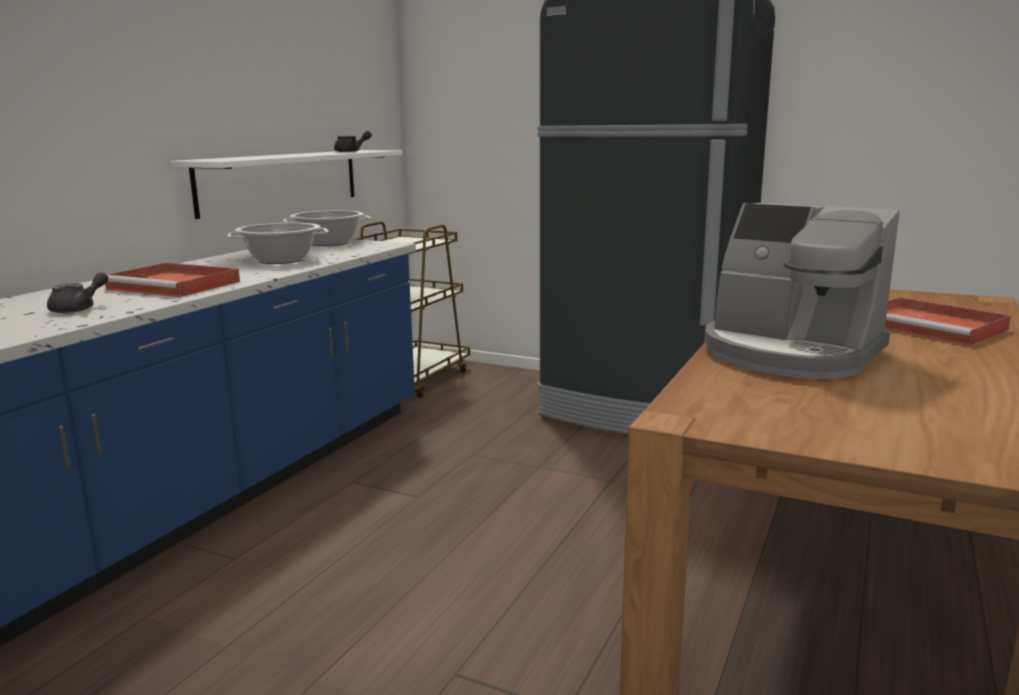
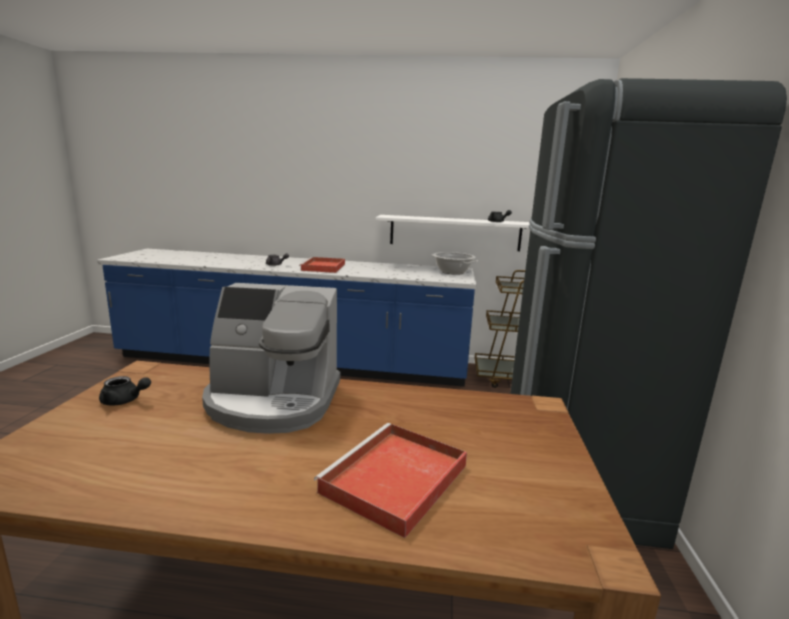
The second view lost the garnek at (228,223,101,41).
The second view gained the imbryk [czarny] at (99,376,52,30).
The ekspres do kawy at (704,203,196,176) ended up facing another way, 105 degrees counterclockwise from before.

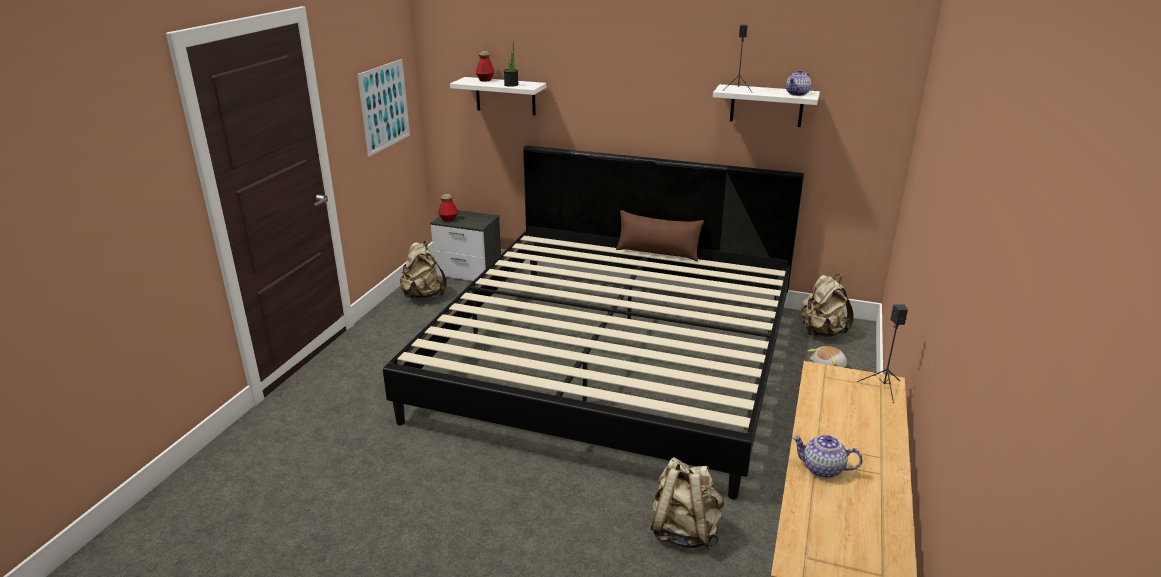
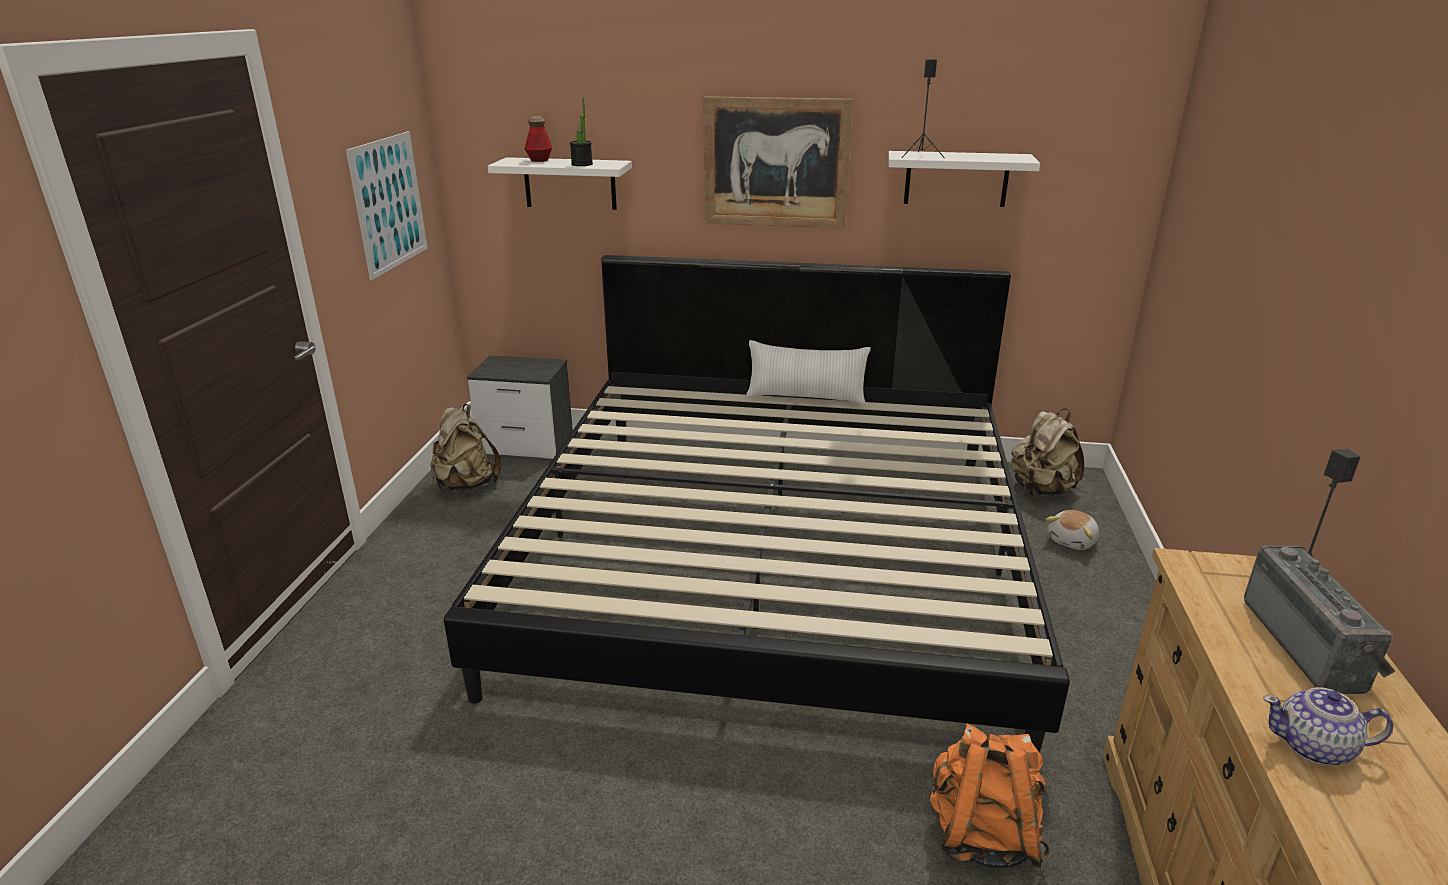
The second view lost the butelka at (438,194,20,27).
The second view lost the imbryk at (786,70,25,26).
The second view gained the obraz at (703,96,150,133).
The second view gained the radio at (1244,546,151,148).
What was the poduszka [brązowy] at (616,210,88,51) turned into the poduszka [biały] at (746,340,125,65).
What was the plecak [beżowy] at (651,457,73,92) turned into the plecak [pomarańczowy] at (930,723,120,146).

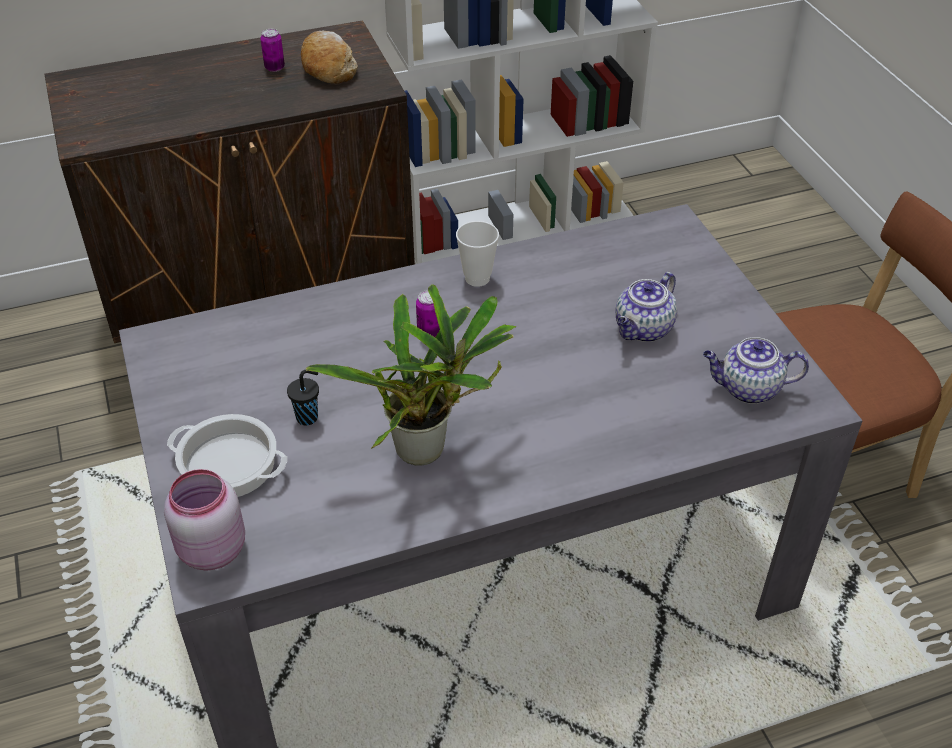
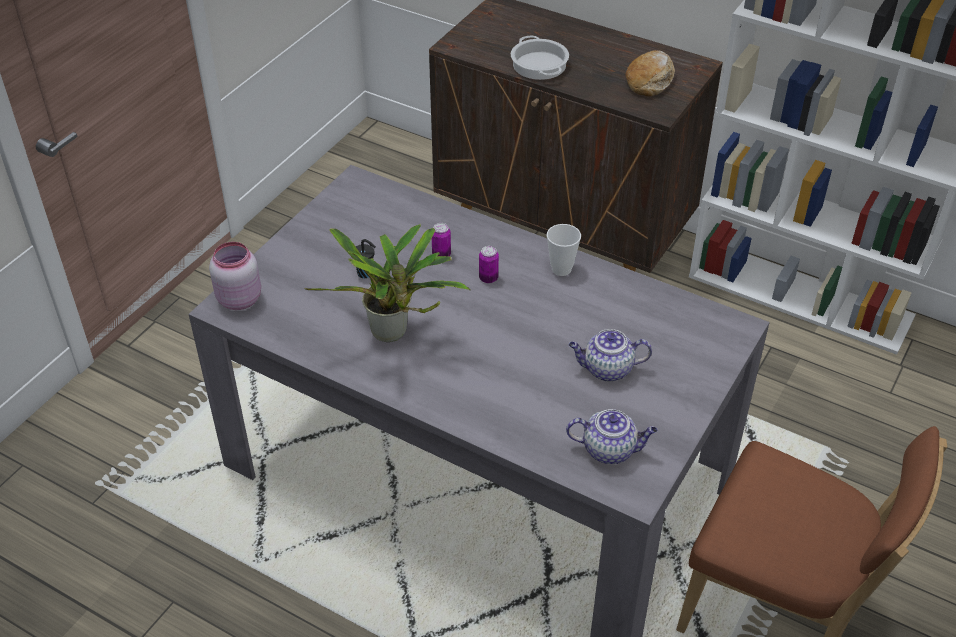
The garnek ended up elsewhere, having gone from (167,414,120,83) to (511,35,58,45).
The puszka ended up elsewhere, having gone from (261,29,24,43) to (432,223,19,34).
The imbryk at (703,337,106,67) ended up facing another way, 135 degrees clockwise from before.

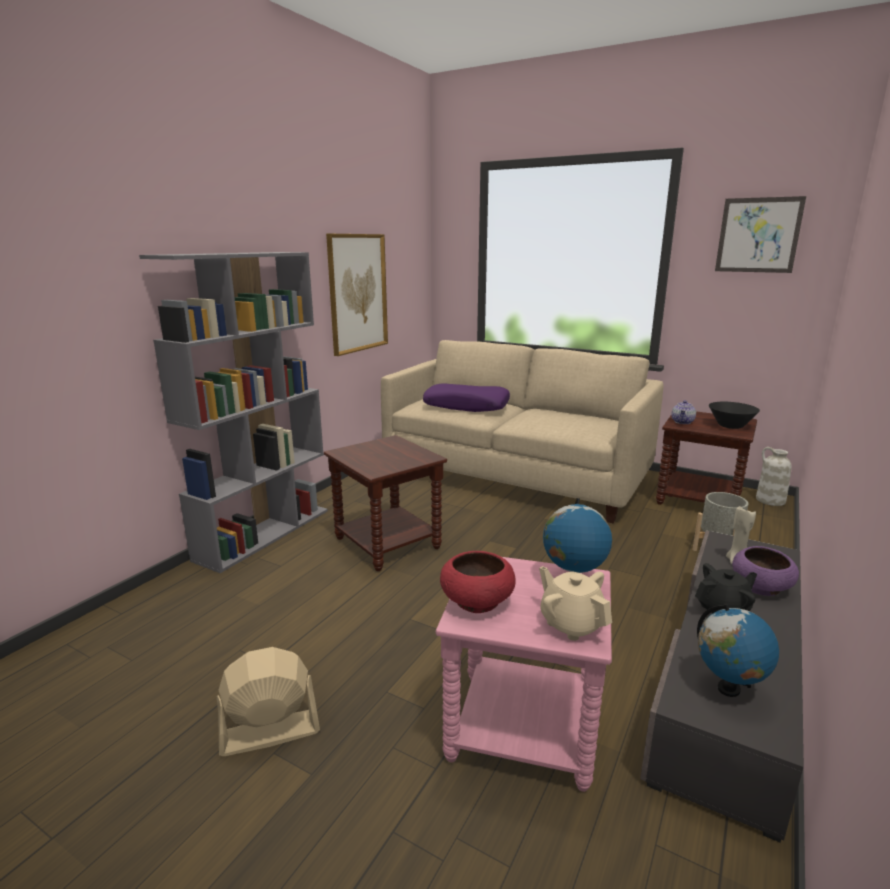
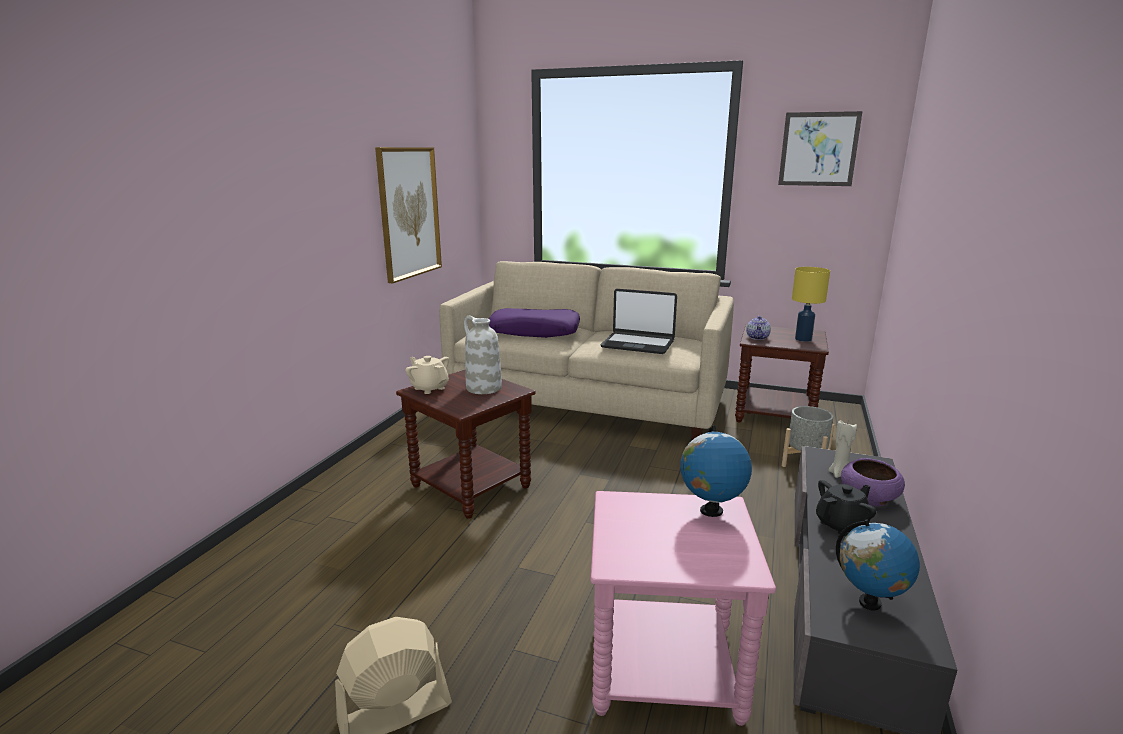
The second view lost the regał [szary] at (139,252,189,321).
The second view lost the miska [czerwony] at (440,551,76,62).
The second view gained the laptop at (600,289,77,65).
The imbryk [beżowy] ended up elsewhere, having gone from (539,566,73,75) to (405,356,44,38).
The wazon [biały] ended up elsewhere, having gone from (756,447,35,59) to (464,316,38,78).
Where the miska [czarny] stood at (709,402,51,27), the lampa stołowa [żółty] came to stand at (792,267,38,75).

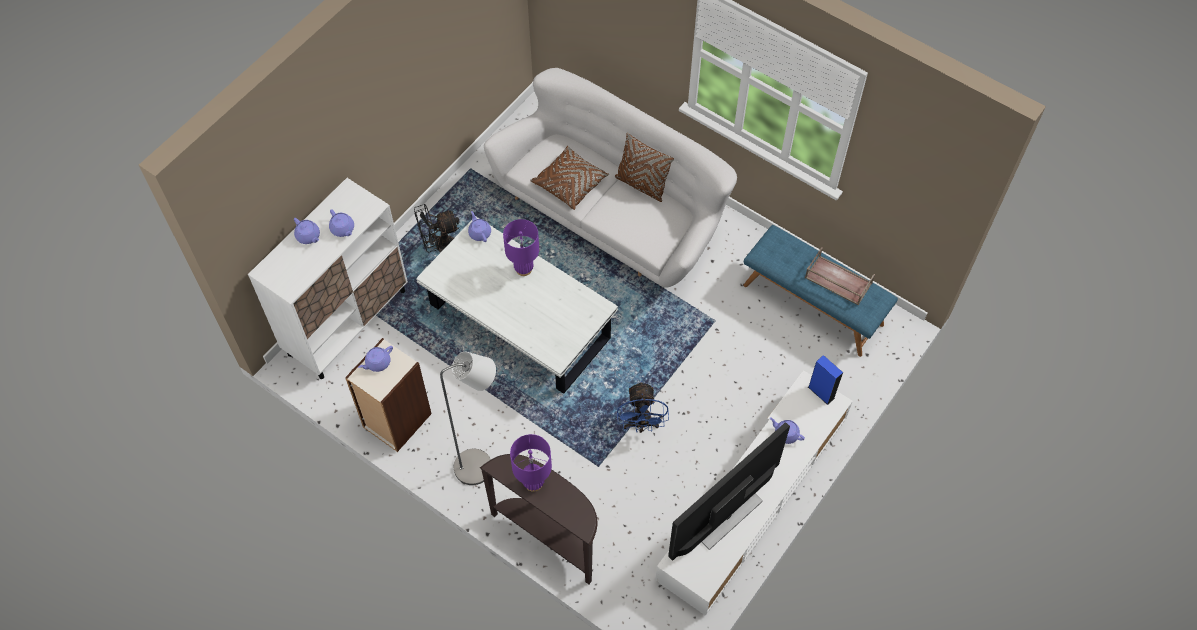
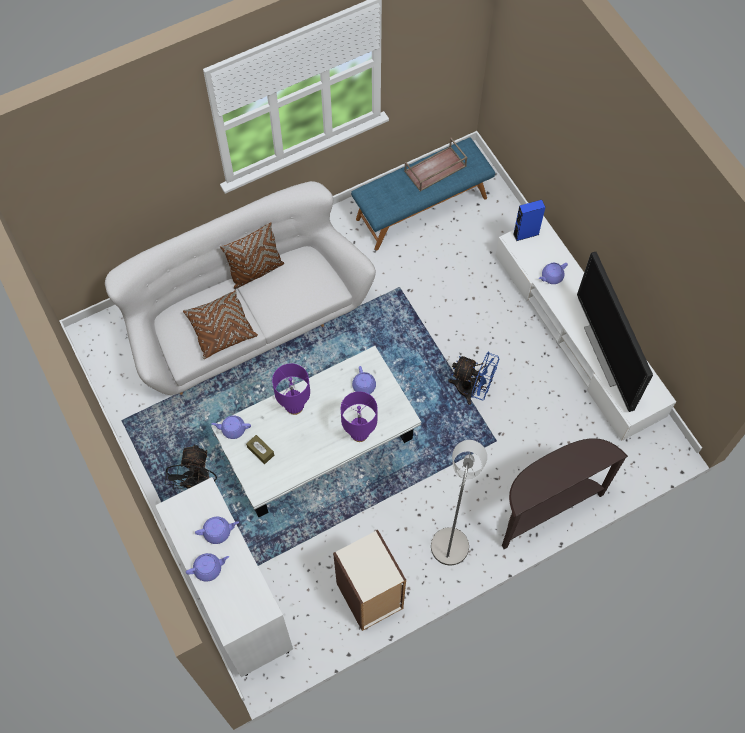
The second view gained the pudełko chusteczek [brązowy] at (246,435,28,29).
The imbryk [fioletowy] ended up elsewhere, having gone from (358,346,35,26) to (352,366,24,28).
The lampa stołowa [fioletowy] ended up elsewhere, having gone from (510,434,42,58) to (341,391,37,51).

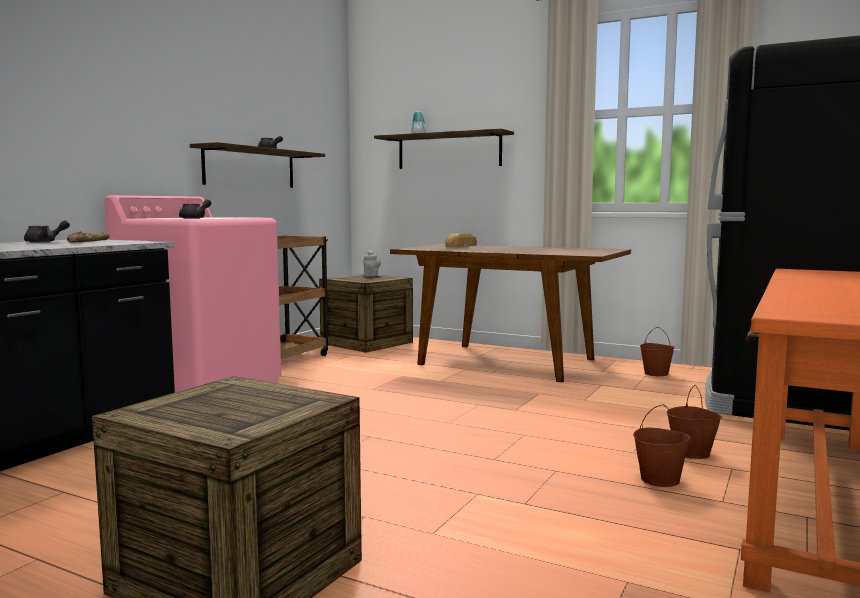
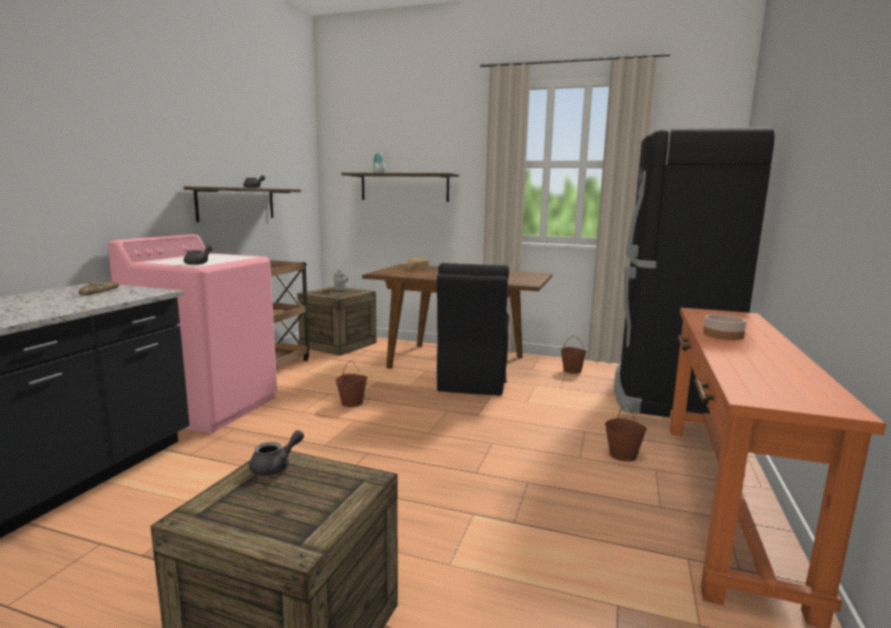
The second view gained the krzesło [czarny] at (437,263,72,133).
The second view gained the miska at (703,314,43,26).
The imbryk [szary] ended up elsewhere, having gone from (24,220,46,23) to (249,430,55,45).
The wiadro [brązowy] ended up elsewhere, having gone from (633,404,57,83) to (335,361,33,46).

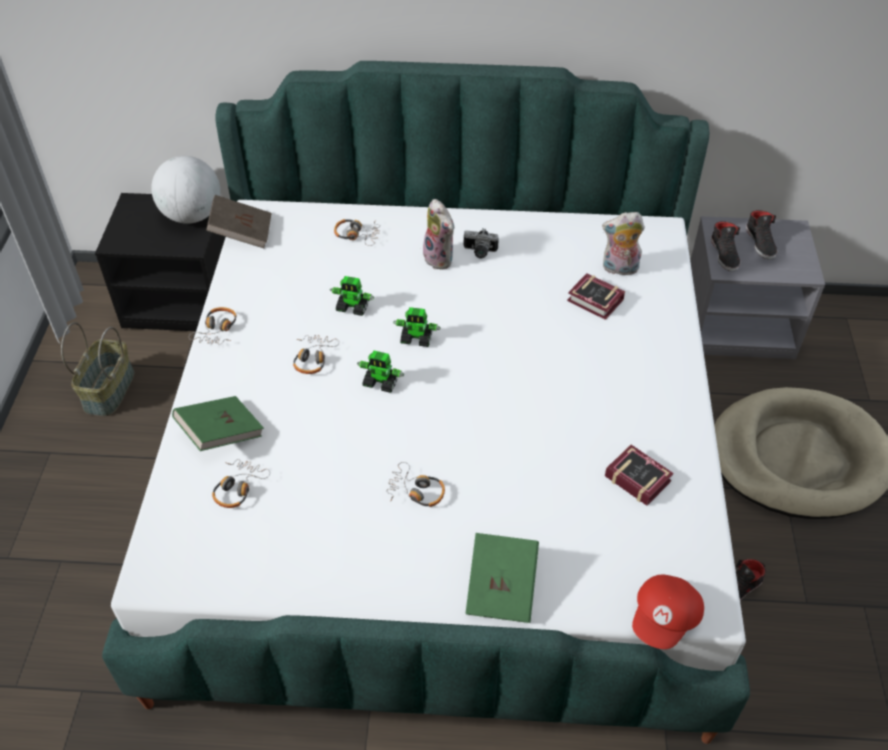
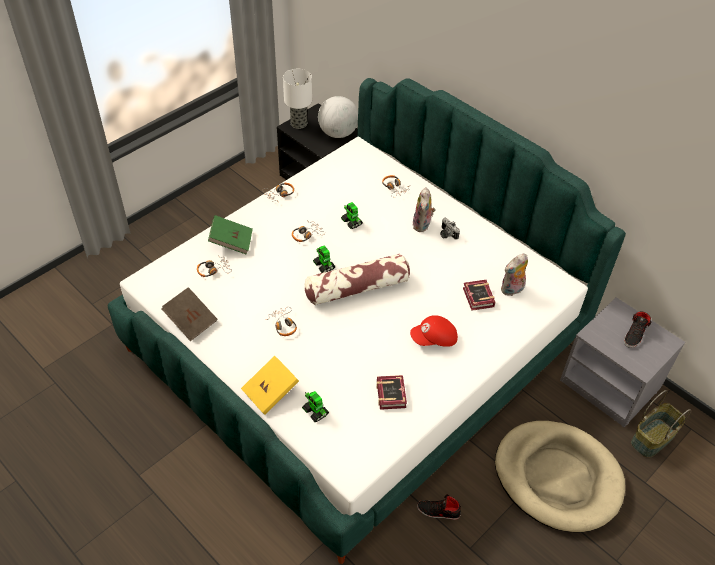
The second view lost the but [czarny] at (711,221,29,50).
The second view gained the lampa stołowa at (283,69,29,60).
The second view gained the poduszka at (304,253,106,52).
The koszyk ended up elsewhere, having gone from (61,322,73,94) to (631,390,60,68).
The książka [brązowy] ended up elsewhere, having gone from (206,195,66,53) to (162,287,56,54).
The robot zabawkowy ended up elsewhere, having gone from (393,307,47,40) to (302,391,27,31).
The czapka z daszkiem [czerwony] ended up elsewhere, having gone from (632,575,72,74) to (410,315,48,32).
What was the książka [zielony] at (466,533,73,90) turned into the książka [żółty] at (241,355,58,60).
The pluszak at (602,212,43,63) ended up facing another way, 75 degrees counterclockwise from before.

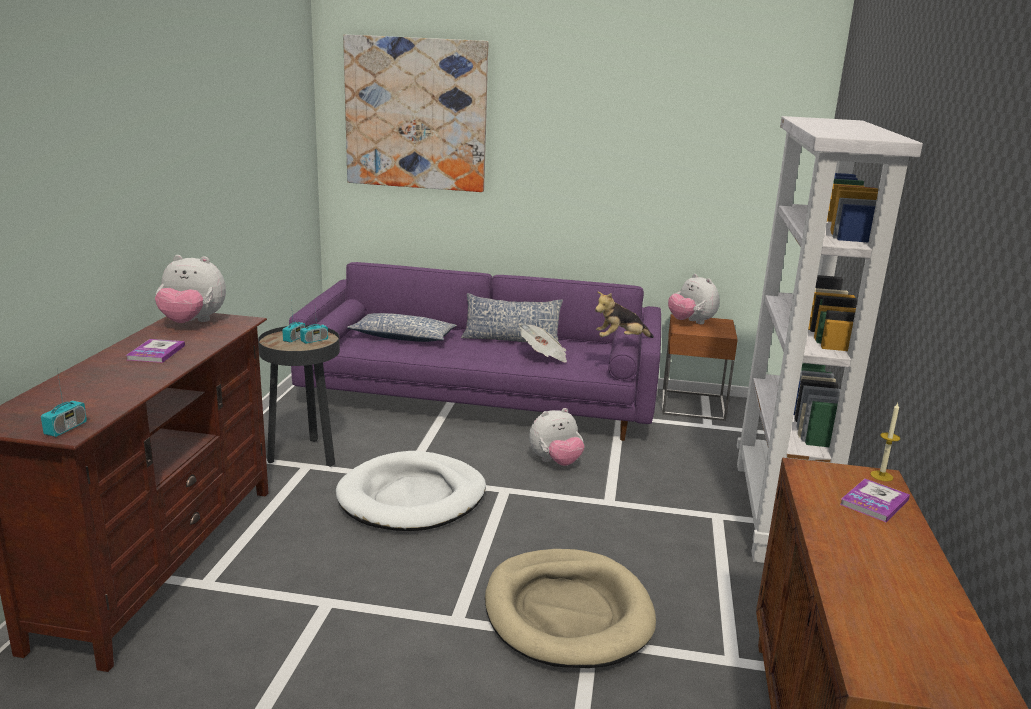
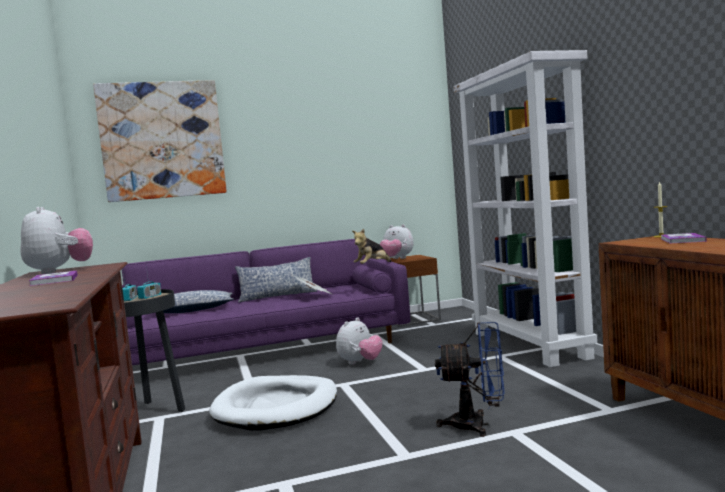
The second view lost the radio at (41,370,46,67).
Where the legowisko [beżowy] stood at (485,549,171,119), the wentylator [niebieski] came to stand at (435,322,70,115).
The pluszak at (155,255,71,68) ended up facing another way, 90 degrees counterclockwise from before.

